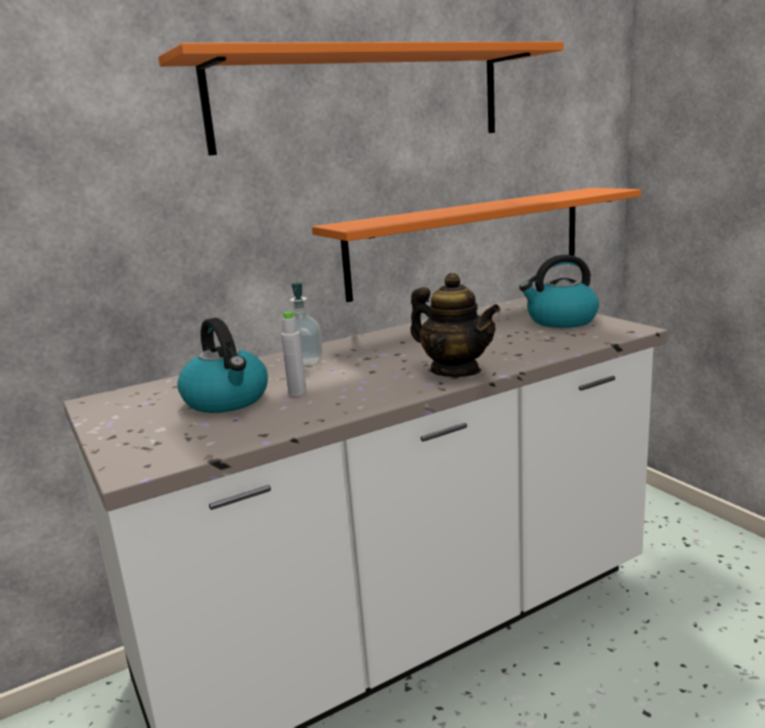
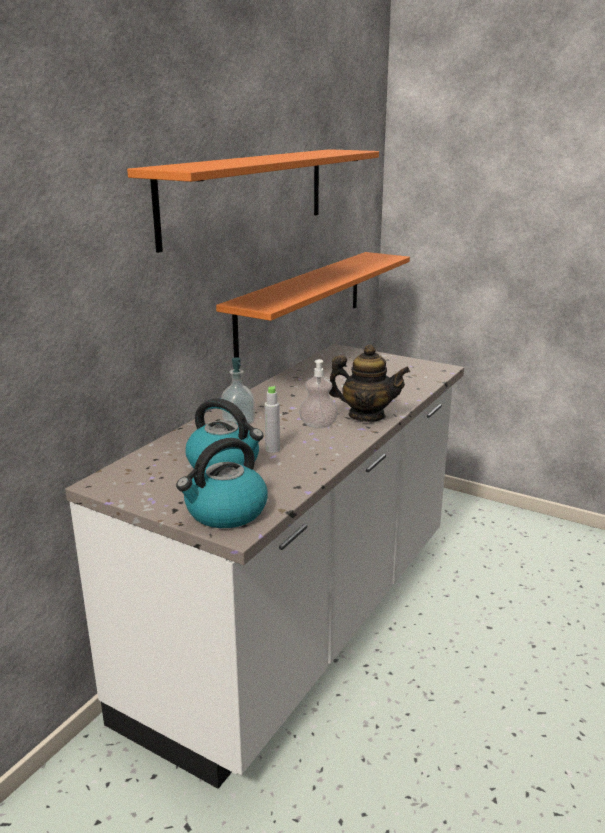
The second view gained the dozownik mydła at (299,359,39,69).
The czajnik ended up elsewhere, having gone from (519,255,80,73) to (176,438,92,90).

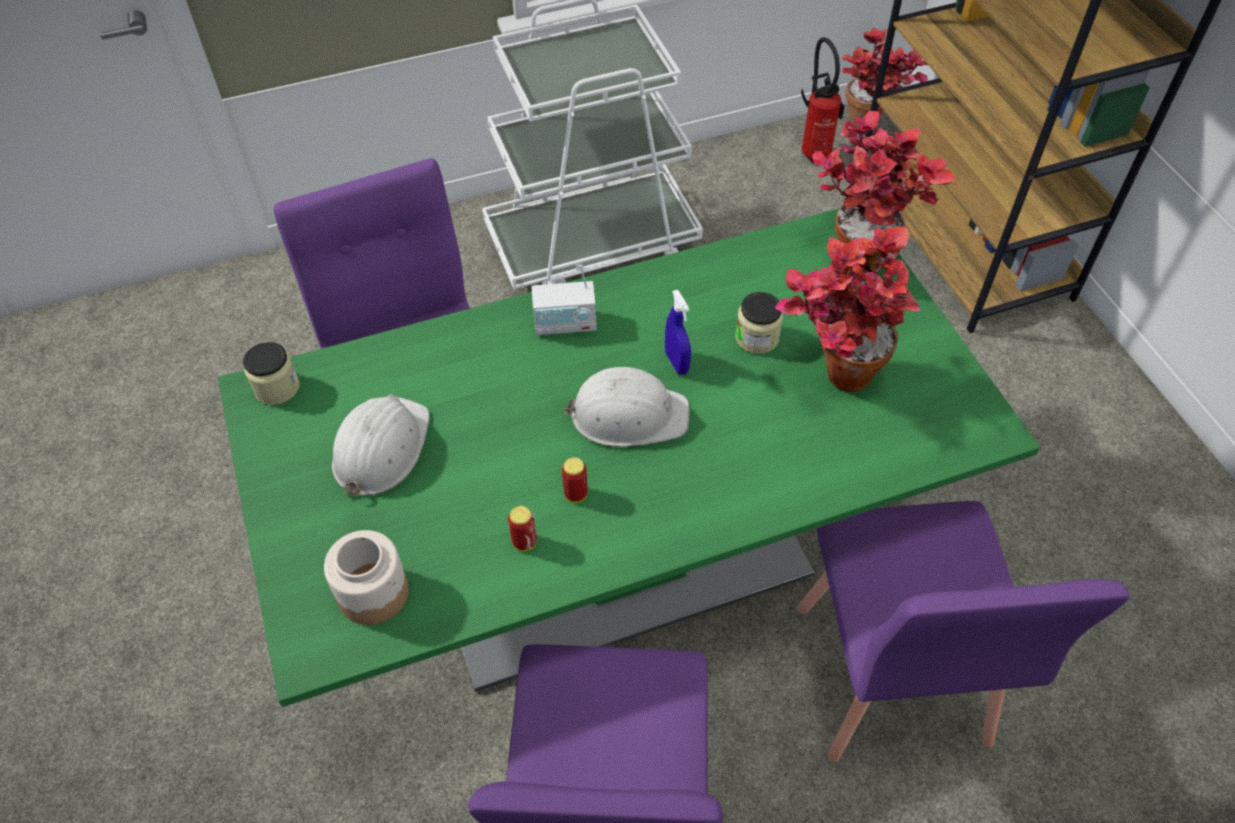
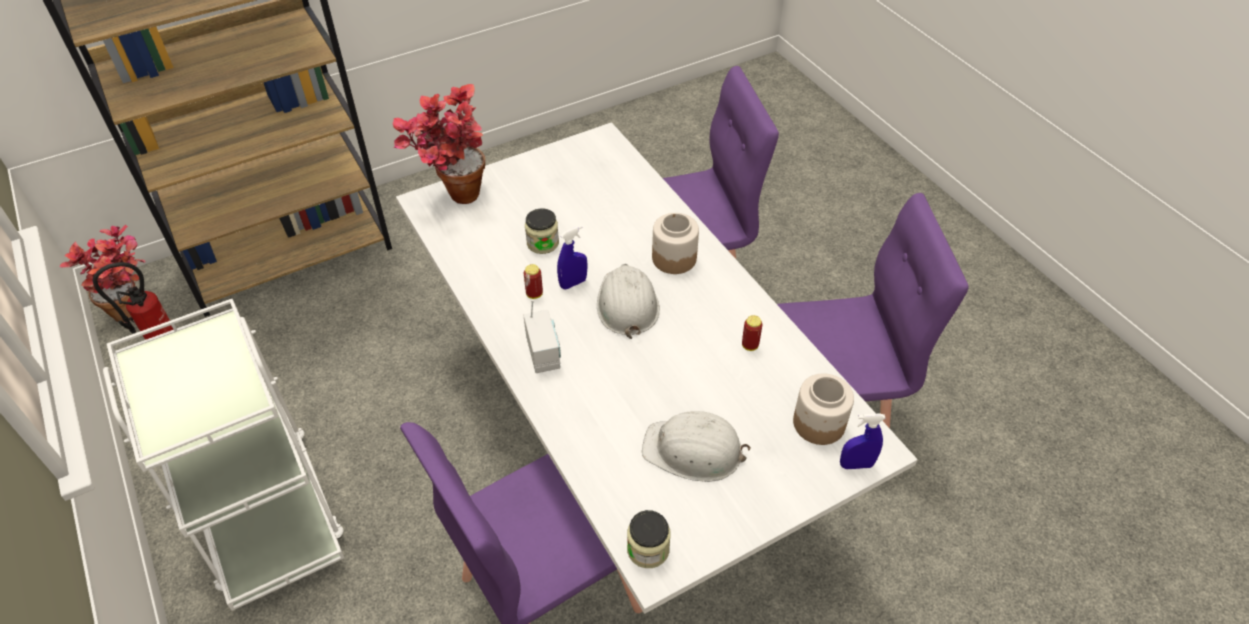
The second view lost the roślina doniczkowa at (775,226,145,166).
The second view gained the słoik at (652,213,47,61).
The second view gained the spryskiwacz [niebieski] at (840,413,46,56).
The puszka ended up elsewhere, having gone from (562,457,26,46) to (524,264,19,35).
What was the stół jadalny [zielony] at (217,208,823,499) turned into the stół jadalny [biały] at (396,122,522,492).

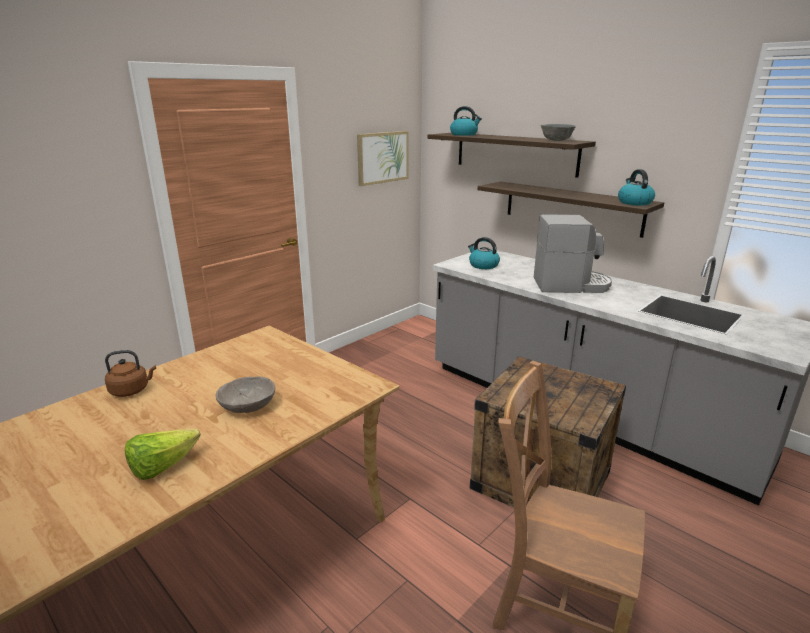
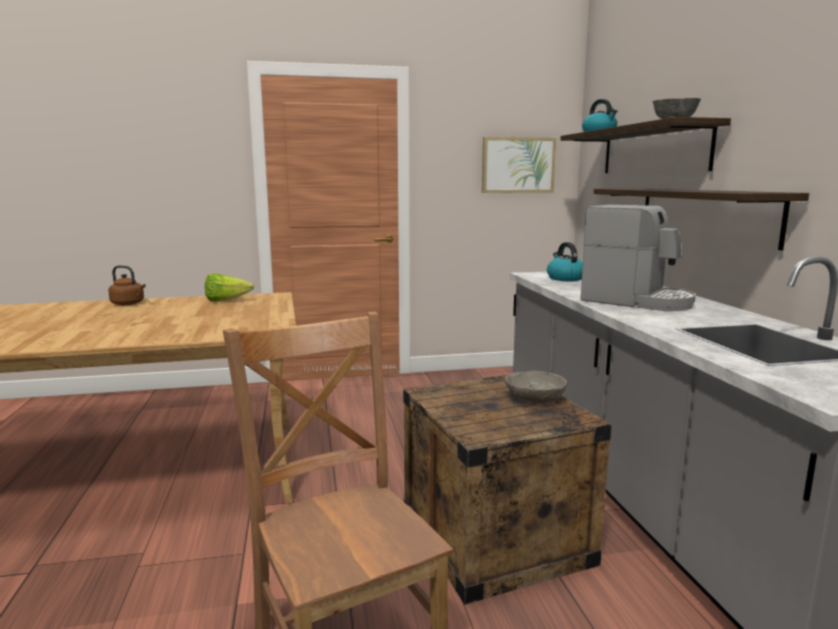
The second view lost the czajnik at (618,169,37,36).
The sałata ended up elsewhere, having gone from (125,429,76,51) to (205,273,49,29).
The miska [szary] ended up elsewhere, having gone from (216,376,59,37) to (505,371,62,31).

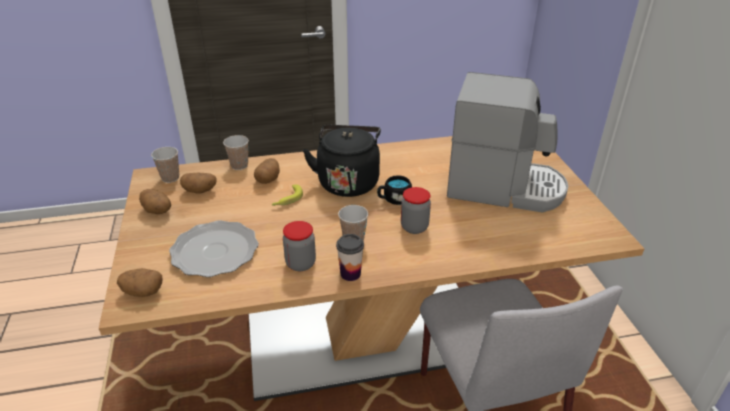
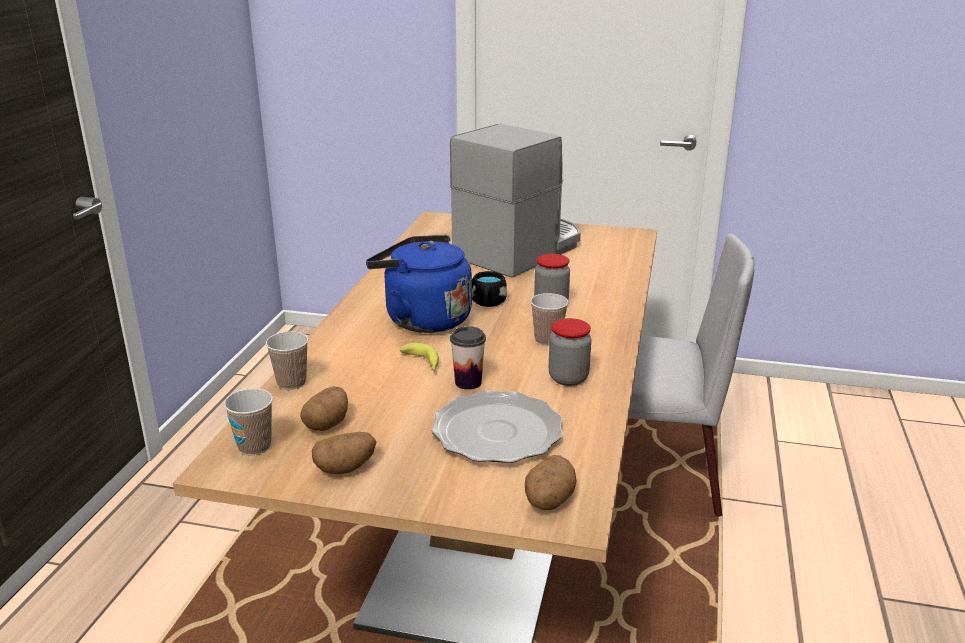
The second view lost the ziemniak at (254,158,26,26).
The filiżanka ended up elsewhere, having gone from (336,234,28,47) to (450,326,36,64).
What was the czajnik [czarny] at (303,125,78,72) turned into the czajnik [niebieski] at (366,235,106,98).

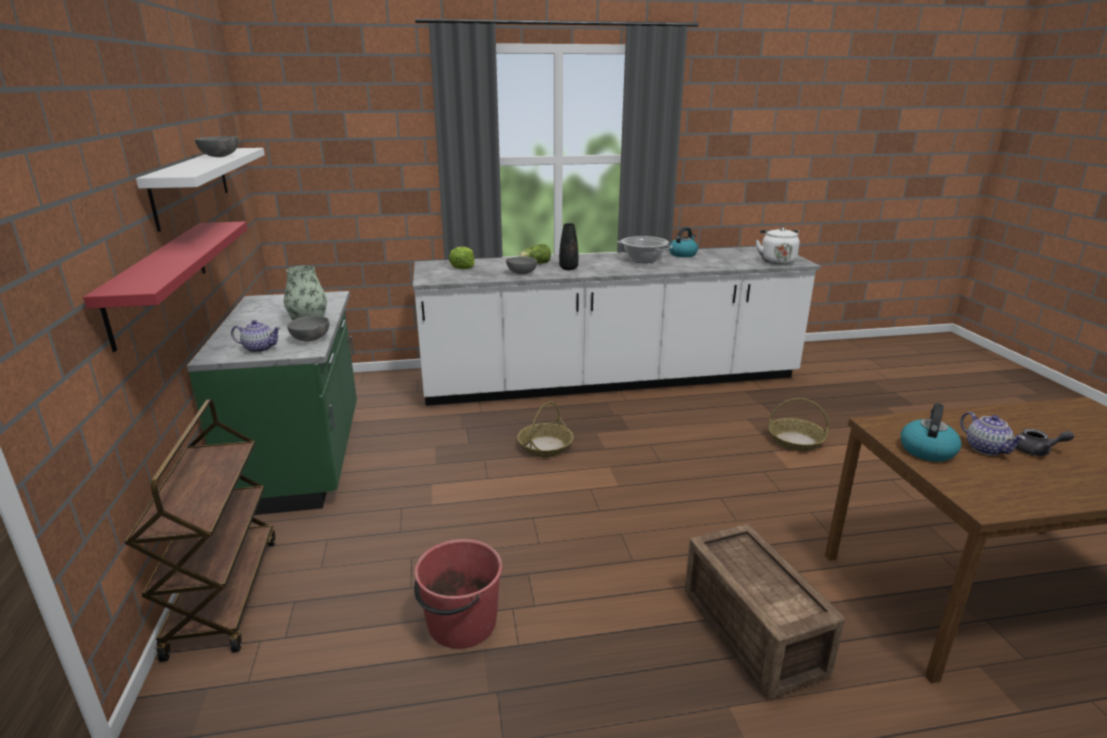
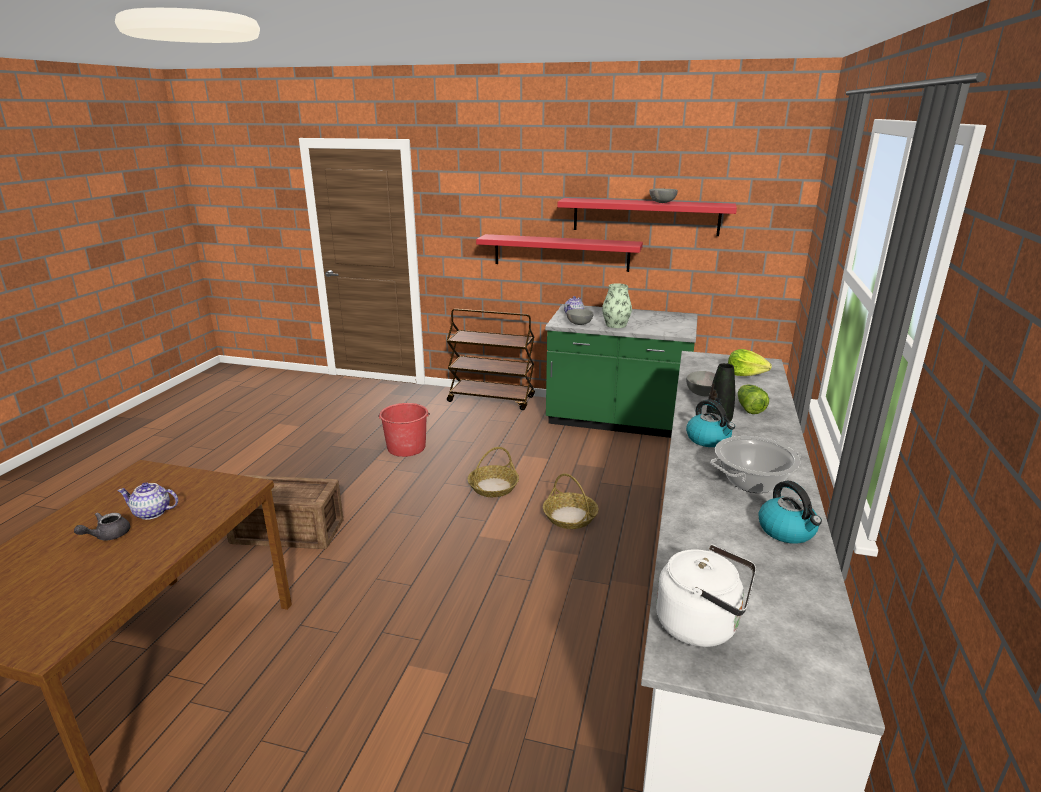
The koszyk ended up elsewhere, having gone from (768,398,61,53) to (468,447,51,50).
The czajnik ended up elsewhere, having gone from (900,403,61,59) to (686,399,49,48).
What was the półka [biały] at (136,148,129,84) turned into the półka [czerwony] at (557,198,180,38).

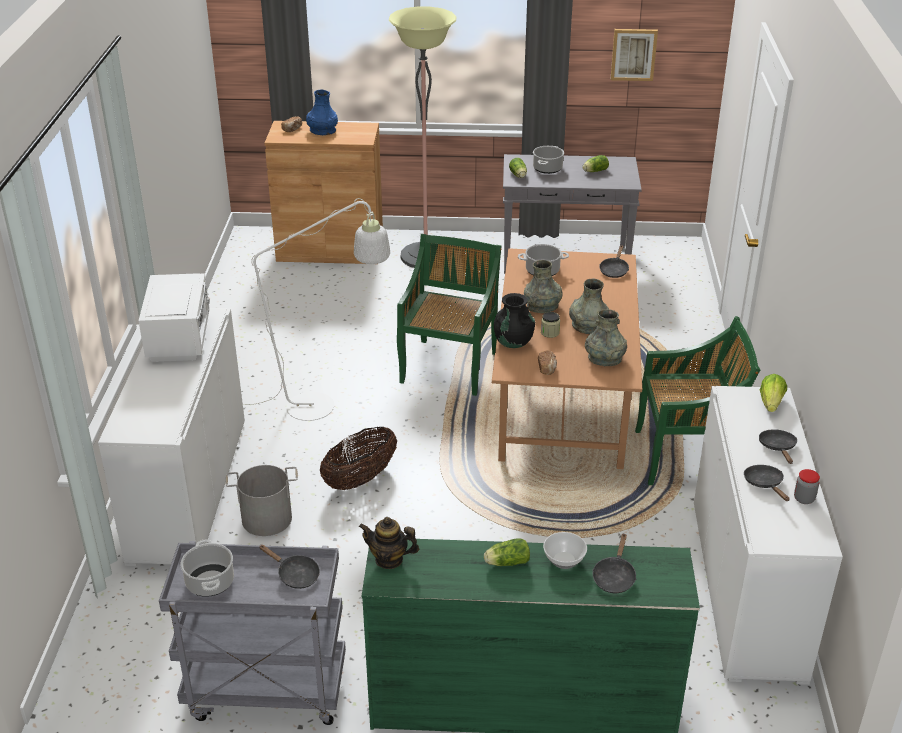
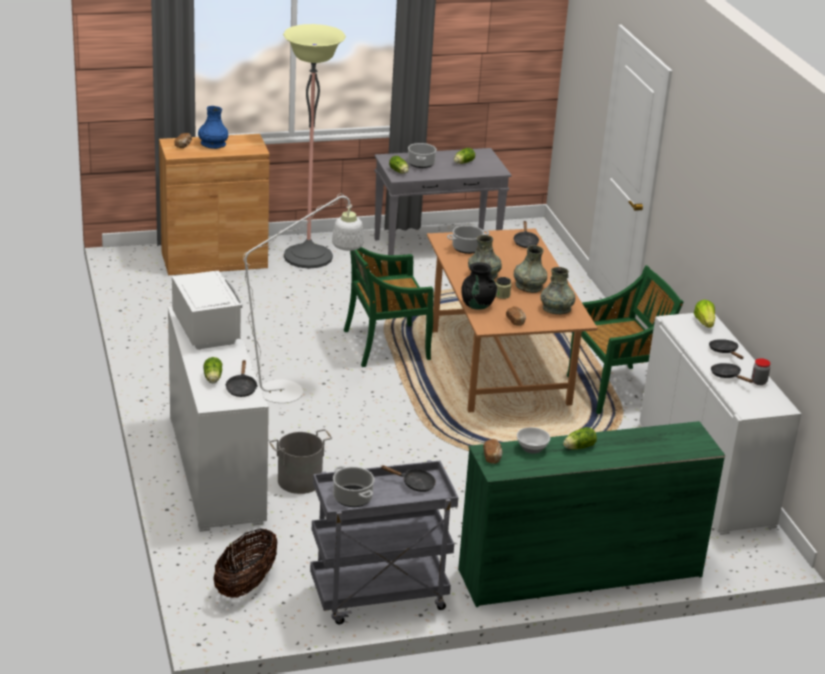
The second view lost the obraz at (611,29,47,52).
The second view gained the sałata at (203,357,19,26).
The koszyk ended up elsewhere, having gone from (320,427,77,63) to (213,529,64,69).
The miska ended up elsewhere, having gone from (543,532,44,37) to (517,427,33,27).
The patelnia [czarny] ended up elsewhere, having gone from (592,533,44,60) to (225,360,33,37).
Where the imbryk stood at (359,517,60,52), the chleb came to stand at (483,439,19,25).
The krzesło [zielony] at (397,234,104,162) ended up facing another way, 105 degrees counterclockwise from before.

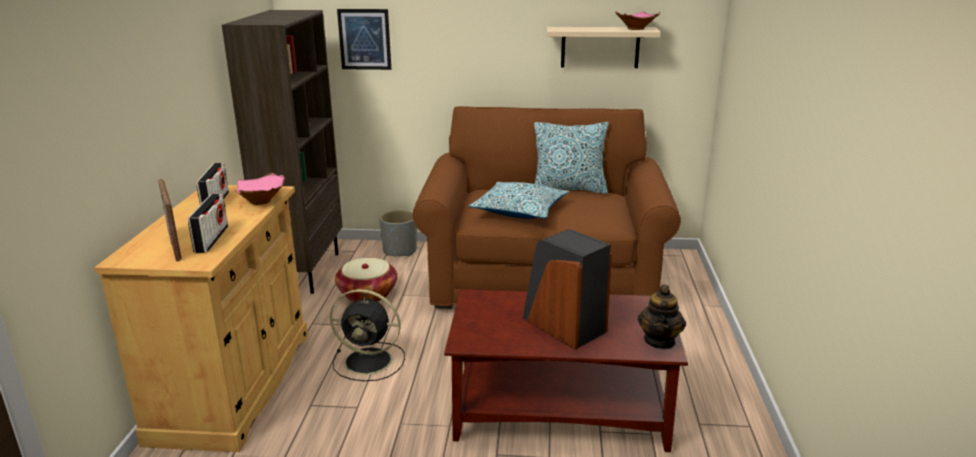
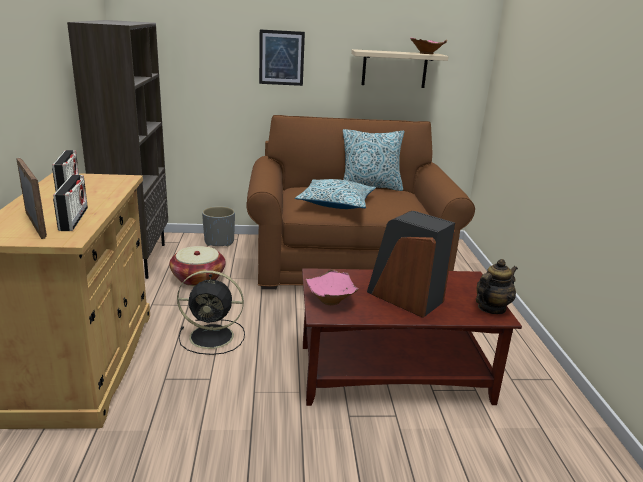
The miska [różowy] ended up elsewhere, having gone from (235,172,49,33) to (305,269,53,36).
The obraz ended up elsewhere, having gone from (337,9,54,61) to (259,29,46,57).
The imbryk at (638,285,48,64) ended up facing another way, 135 degrees counterclockwise from before.

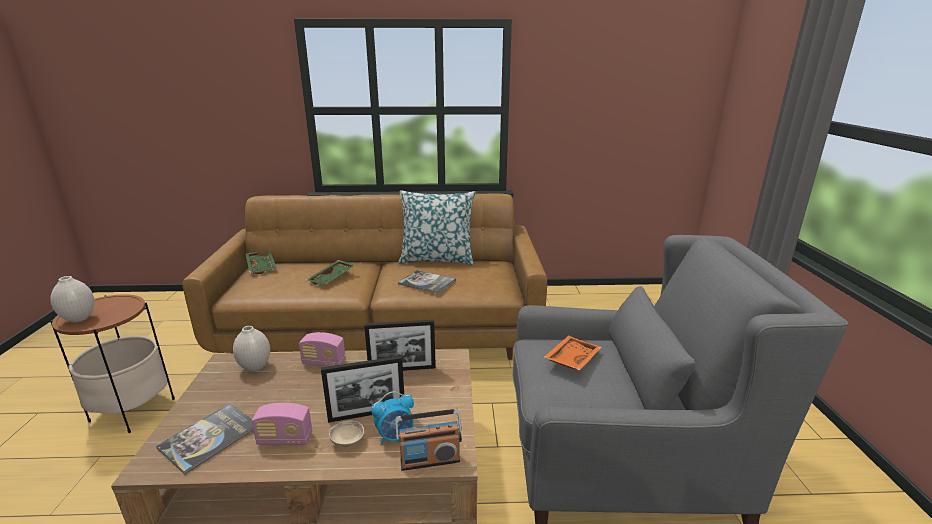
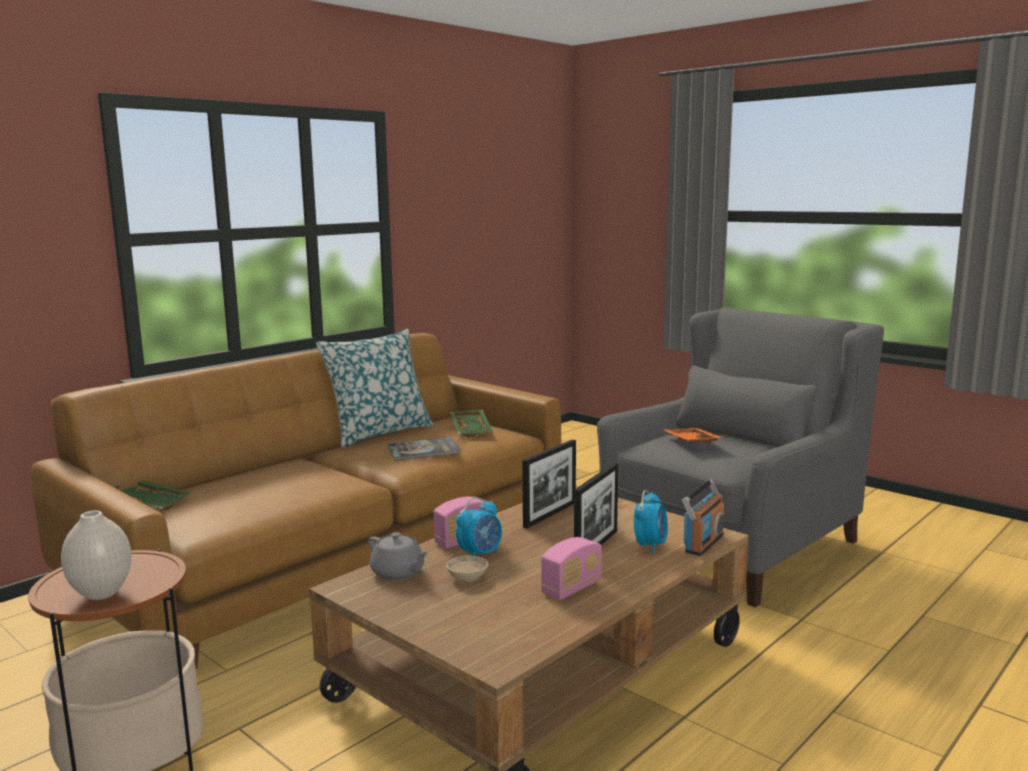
The second view lost the książka at (156,403,97,72).
The second view gained the budzik at (456,497,46,59).
The taca [zielony] ended up elsewhere, having gone from (306,260,49,25) to (450,410,43,28).
The miska [beżowy] ended up elsewhere, having gone from (329,420,35,27) to (446,555,42,26).
Where the wazon [biały] stood at (233,326,37,46), the imbryk [szary] came to stand at (369,532,60,48).

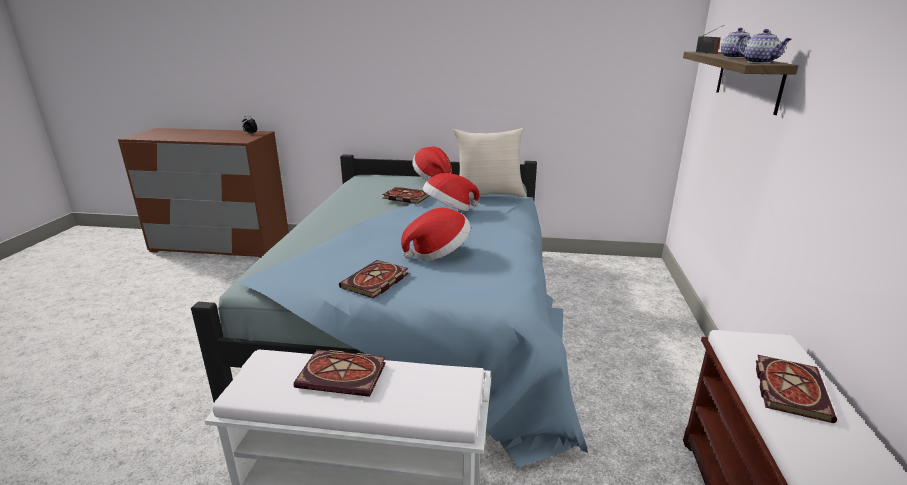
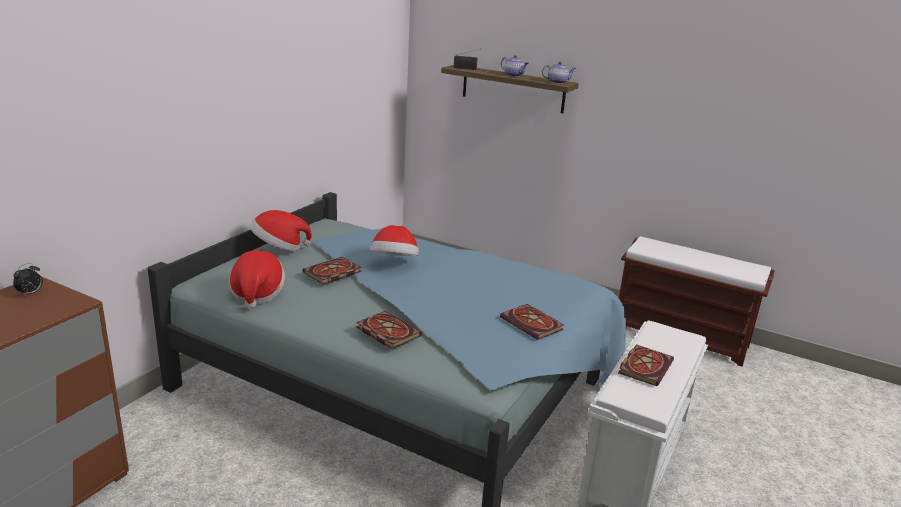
The second view lost the poduszka [beżowy] at (453,128,74,70).
The kapelusz ended up elsewhere, having gone from (401,208,70,53) to (229,250,56,59).
The książka ended up elsewhere, having gone from (756,355,81,68) to (356,311,66,38).

